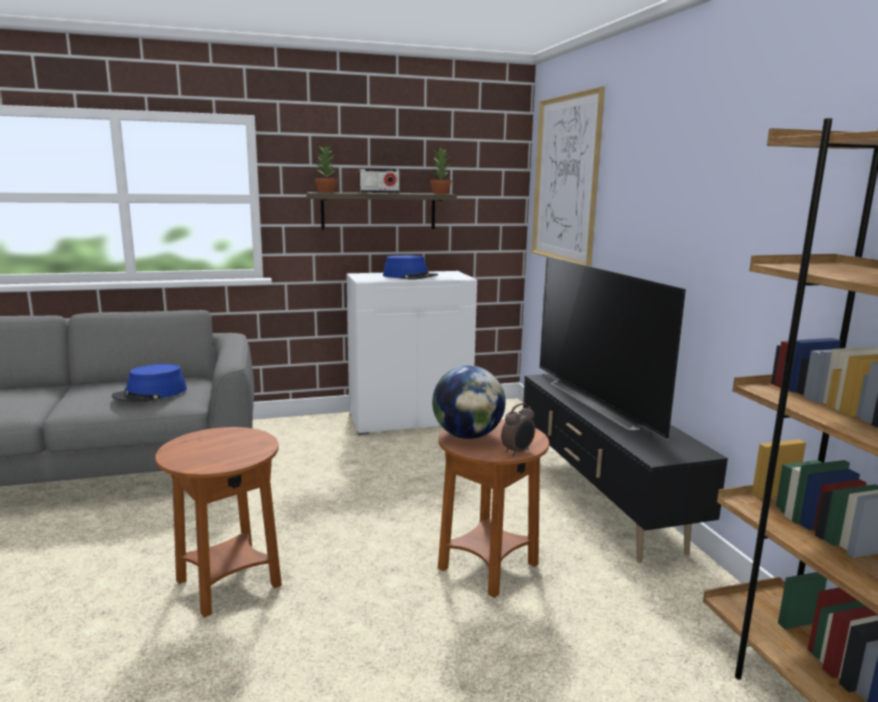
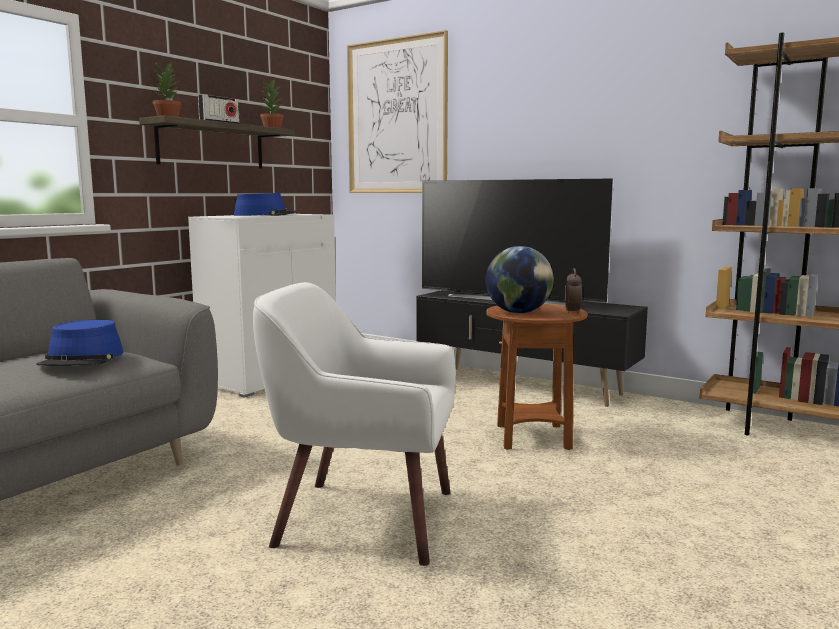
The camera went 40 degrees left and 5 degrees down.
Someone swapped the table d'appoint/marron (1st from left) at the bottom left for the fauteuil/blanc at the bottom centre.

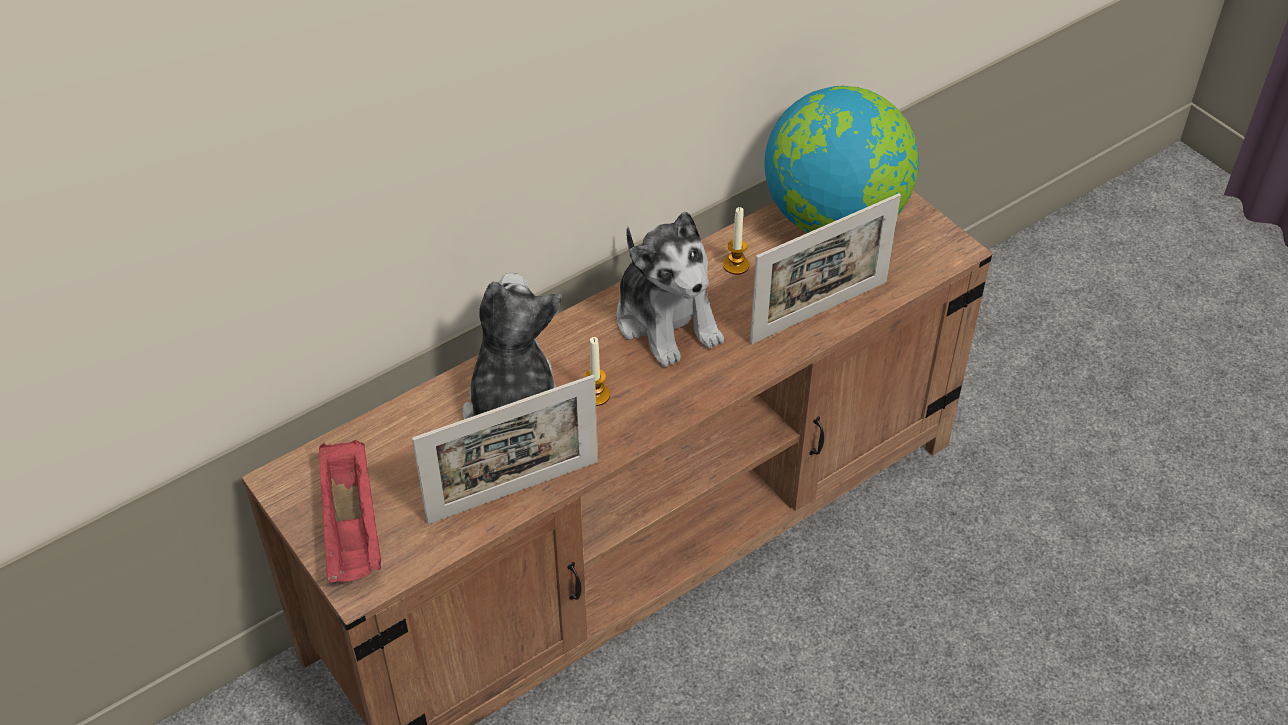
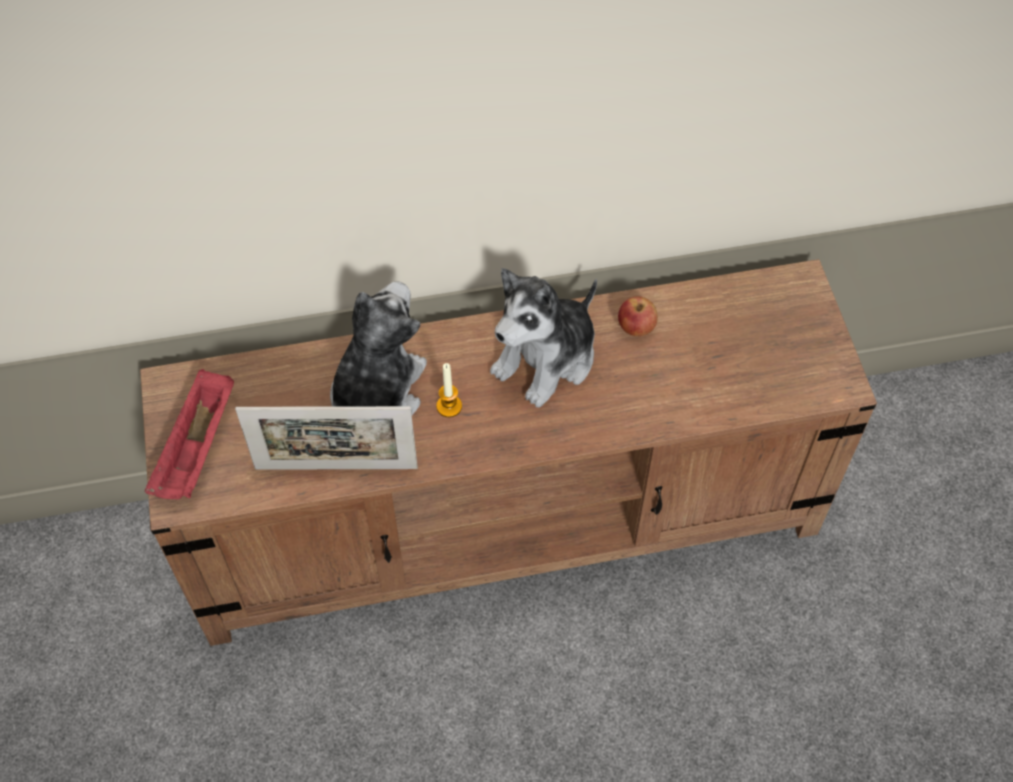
The camera went 25 degrees right and 10 degrees up.
Someone rotated the peluche (2nd from left) at the centre by 45 degrees clockwise.
Someone swapped the bougie (2nd from left) at the top centre for the pomme at the centre.
Someone took away the cadre photo (2nd from left) at the centre.
Someone took away the globe at the top centre.

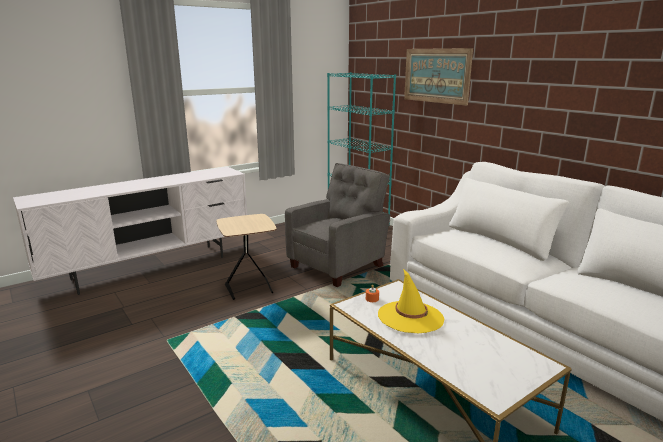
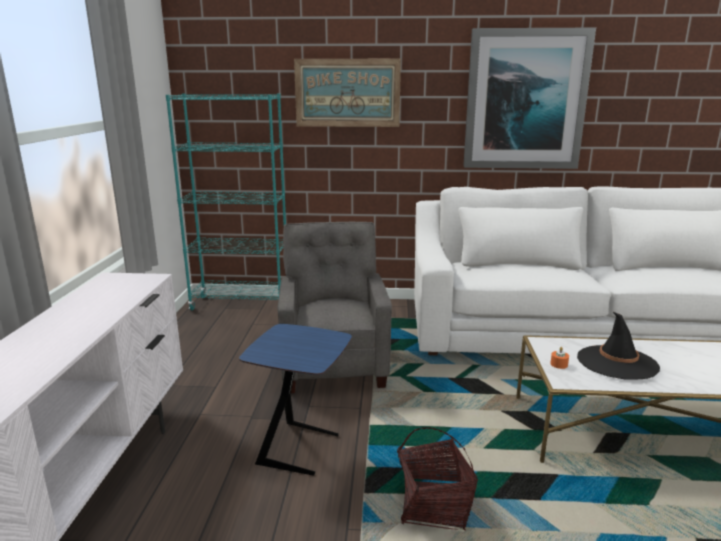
The camera went 50 degrees left and 0 degrees up.
Someone repainted the table d'appoint/beige at the centre, which became the table d'appoint/bleu at the bottom centre.
Someone repainted the chapeau/jaune at the bottom centre, which became the chapeau/noir at the middle right.
Someone put down the panier at the bottom centre.
Someone put up the tableau (2nd from left) at the top right.

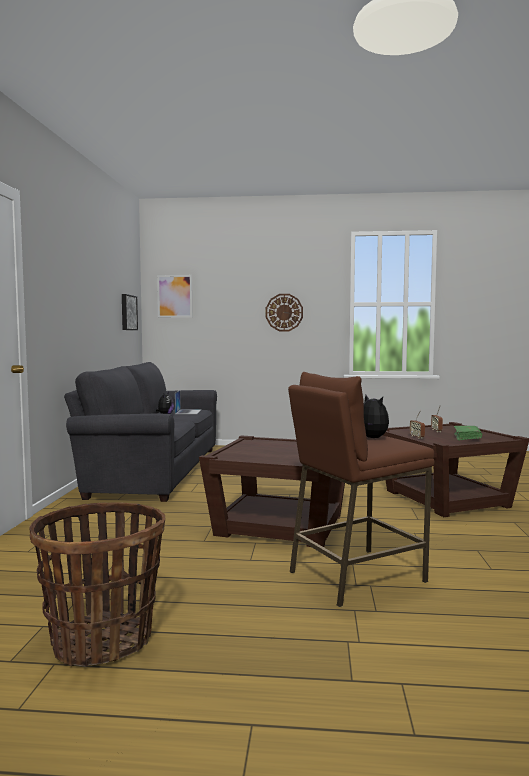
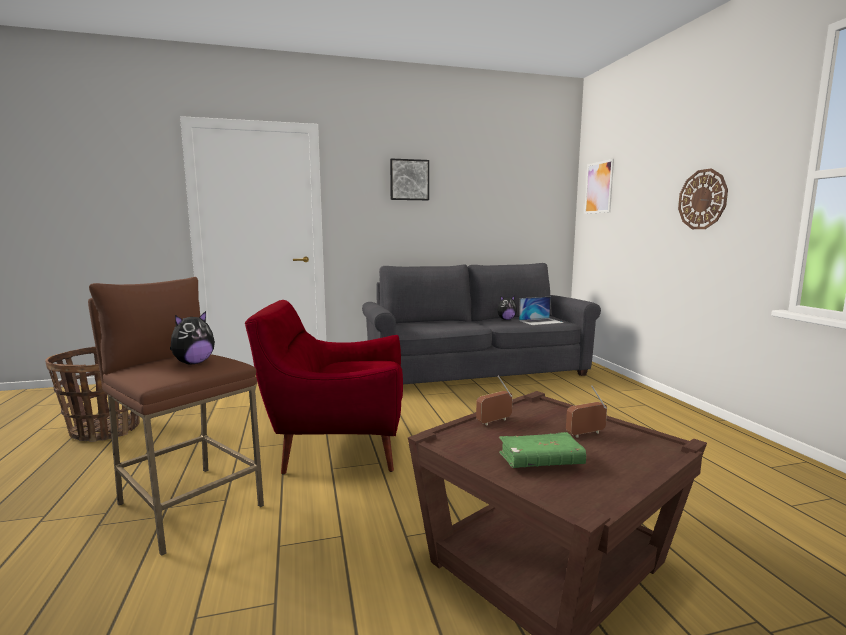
The camera went 70 degrees right and 5 degrees up.
Someone carried the tableau (1st from left) from the middle left to the top centre.
Someone swapped the table d'appoint/marron (1st from left) at the centre for the fauteuil/rouge at the centre.

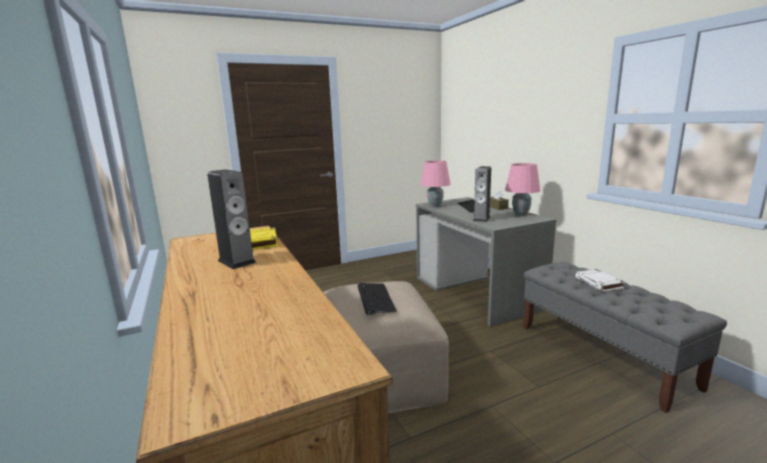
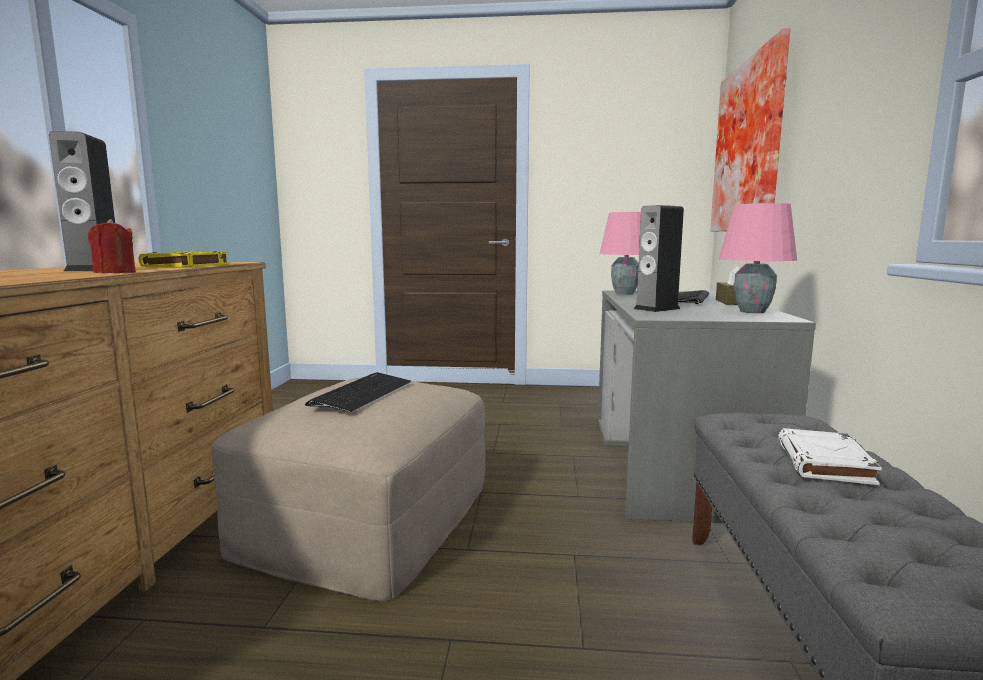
The camera went 30 degrees right and 5 degrees down.
Someone put down the bougie/rouge at the middle left.
Someone put up the tableau at the top right.

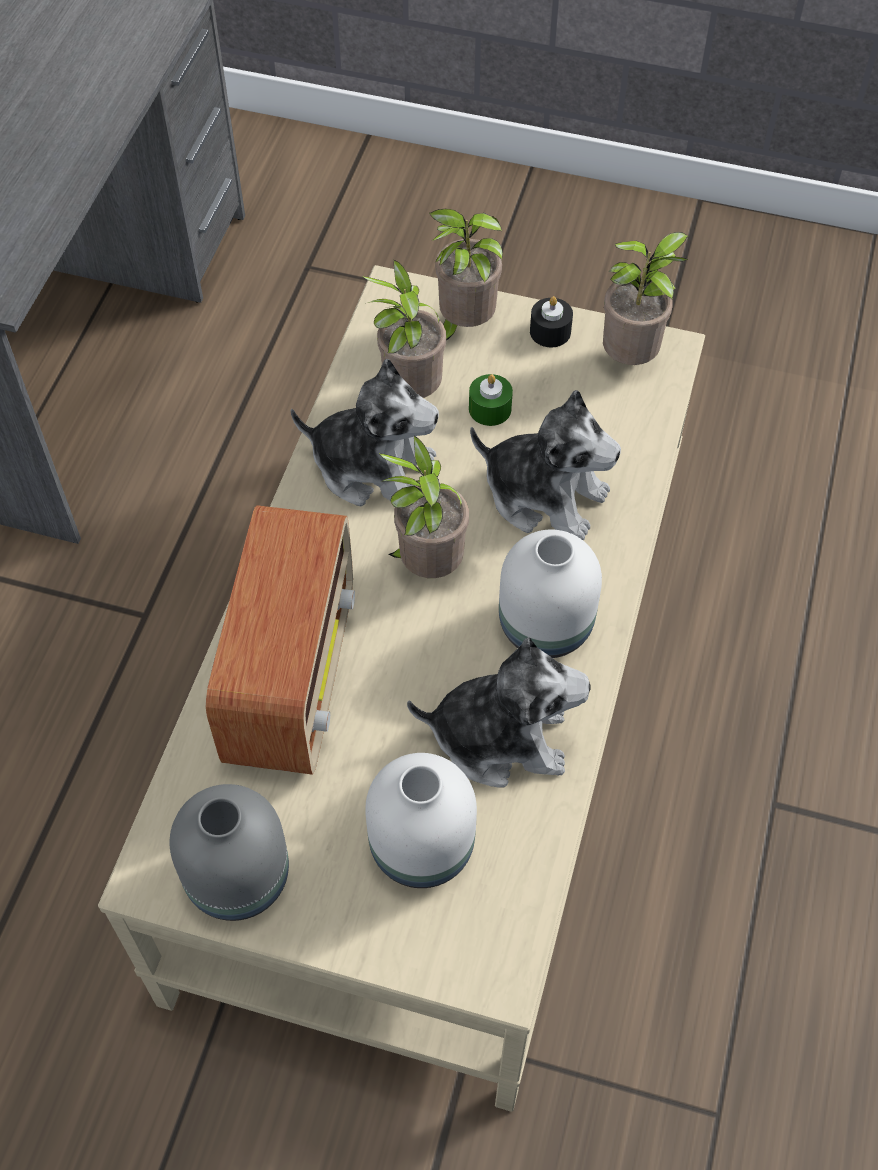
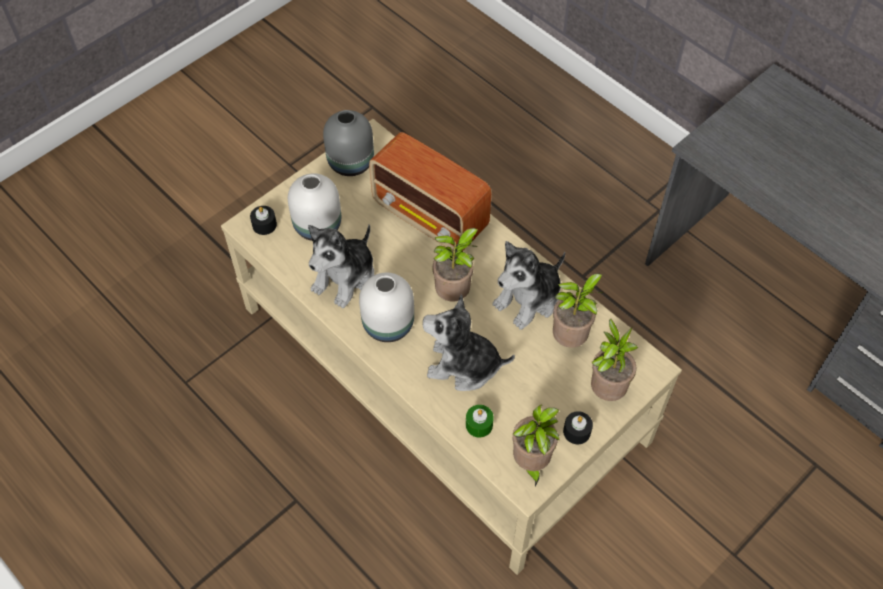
The camera went 120 degrees right and 0 degrees up.
Someone carried the bougie/vert from the centre to the bottom centre.
Someone rotated the peluche (3rd from left in the first image) at the centre by 45 degrees clockwise.
Someone put down the bougie/noir (1st from left) at the middle left.

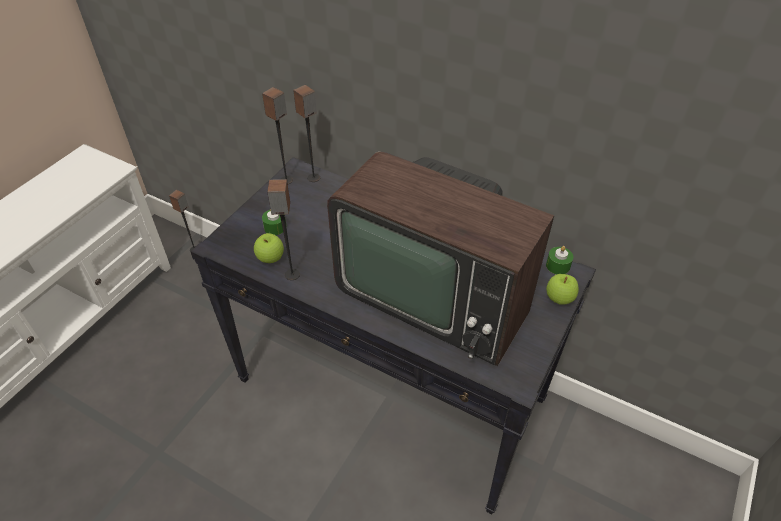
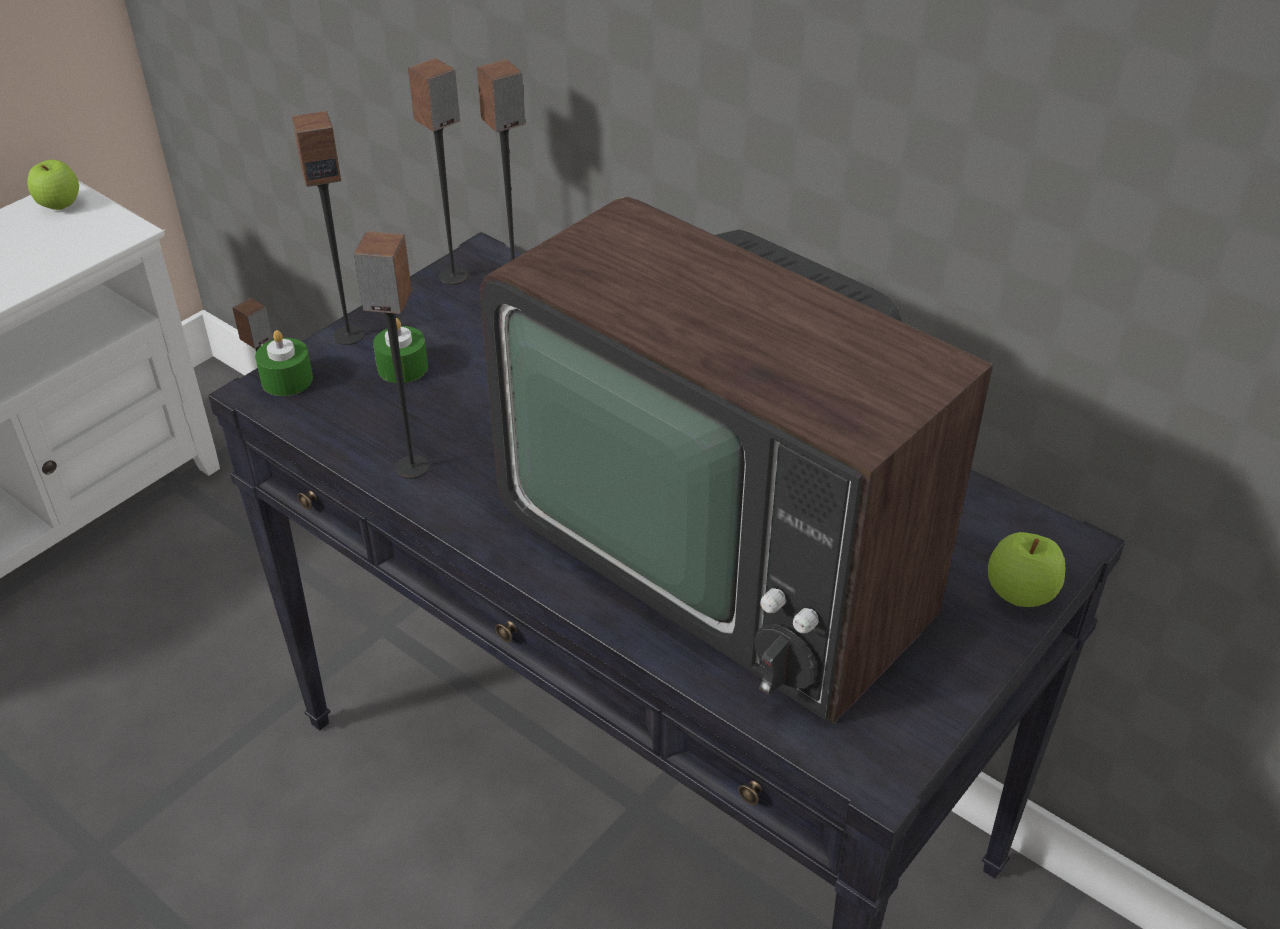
The camera went 10 degrees right and 5 degrees down.
Someone carried the pomme (1st from left) from the centre to the top left.
Someone carried the bougie/vert (2nd from left in the first image) from the middle right to the middle left.
Someone put down the enceinte (2nd from left) at the top left.

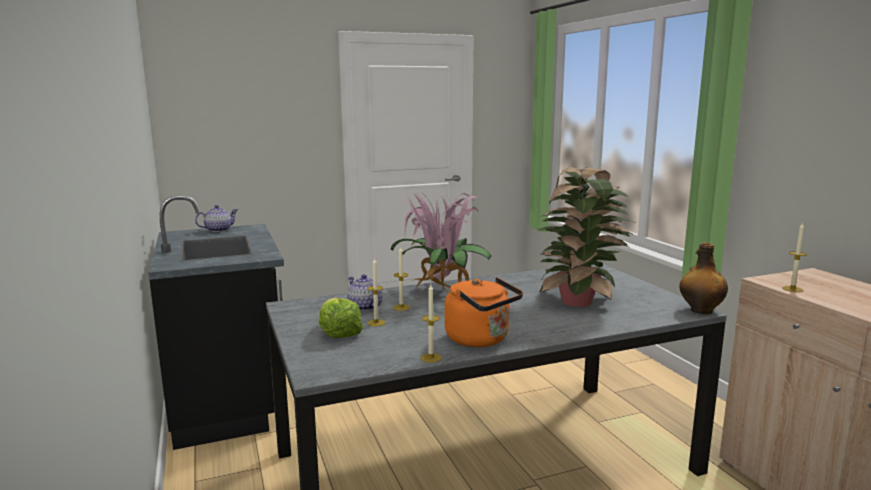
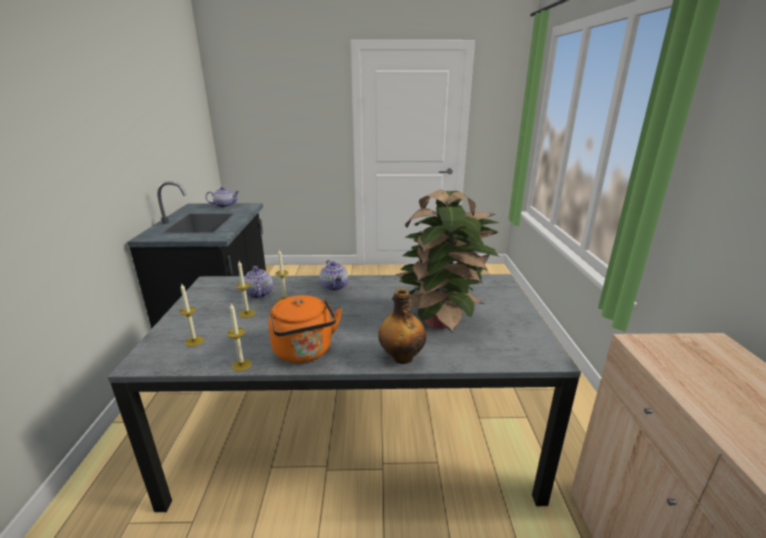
The camera went 20 degrees right and 10 degrees up.
Someone took away the laitue at the centre.
Someone swapped the plante en pot (1st from left) at the centre for the théière (3rd from left) at the centre.
Someone carried the bouteille from the middle right to the centre.
Someone carried the bougie (4th from left in the first image) from the middle right to the middle left.

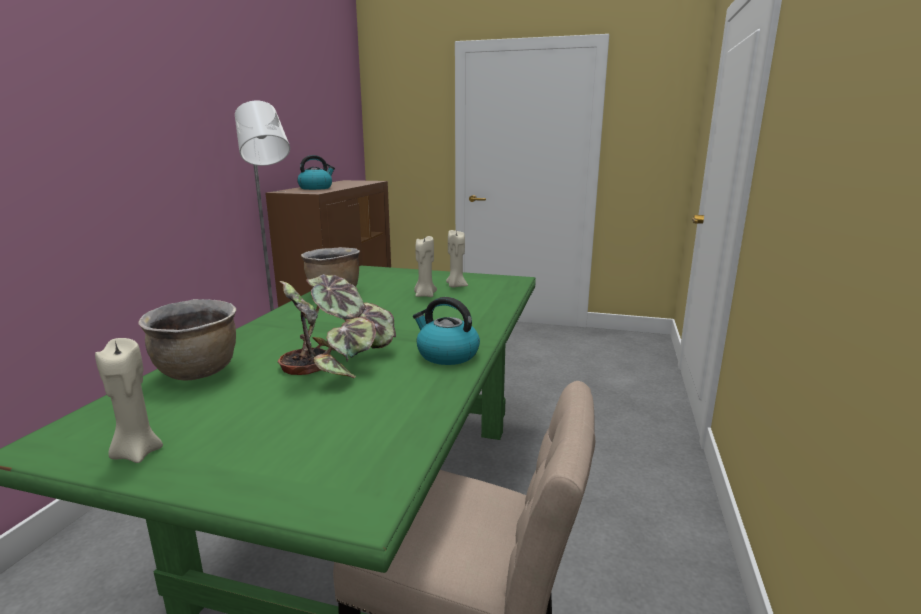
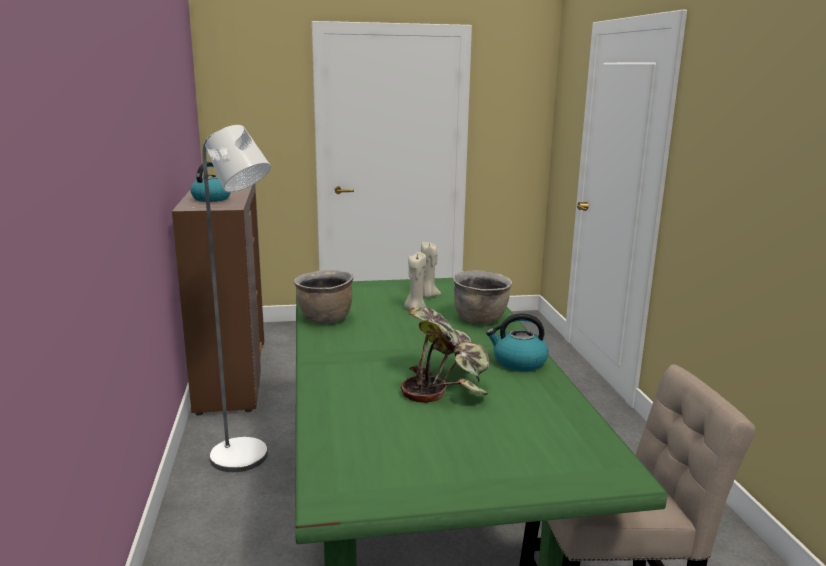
The camera went 25 degrees left and 0 degrees up.
Someone took away the bougie/beige (1st from left) at the middle left.
Someone carried the marmite/marron (1st from left in the first image) from the middle left to the centre.

